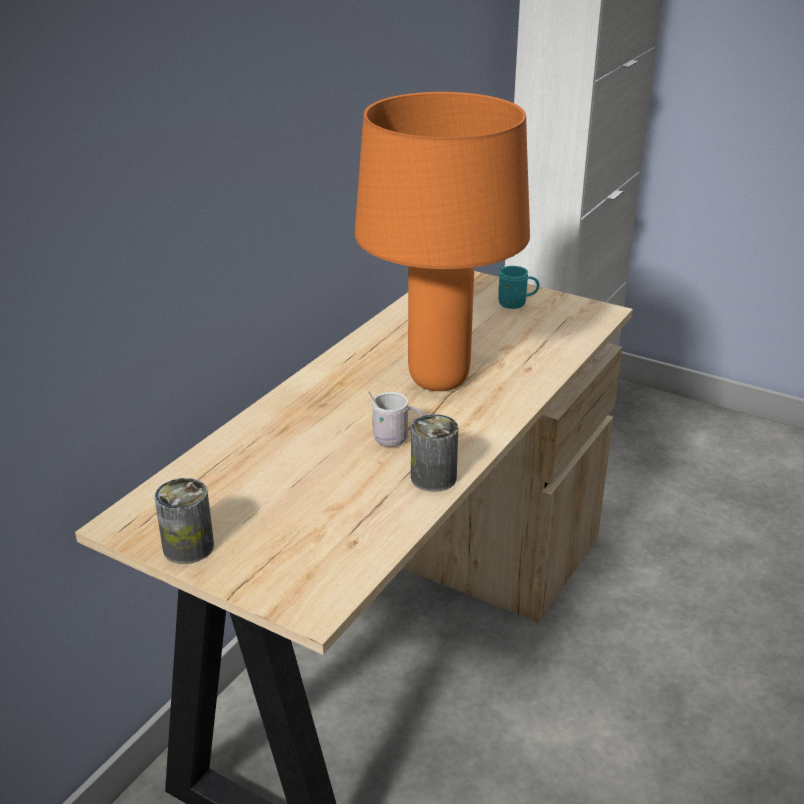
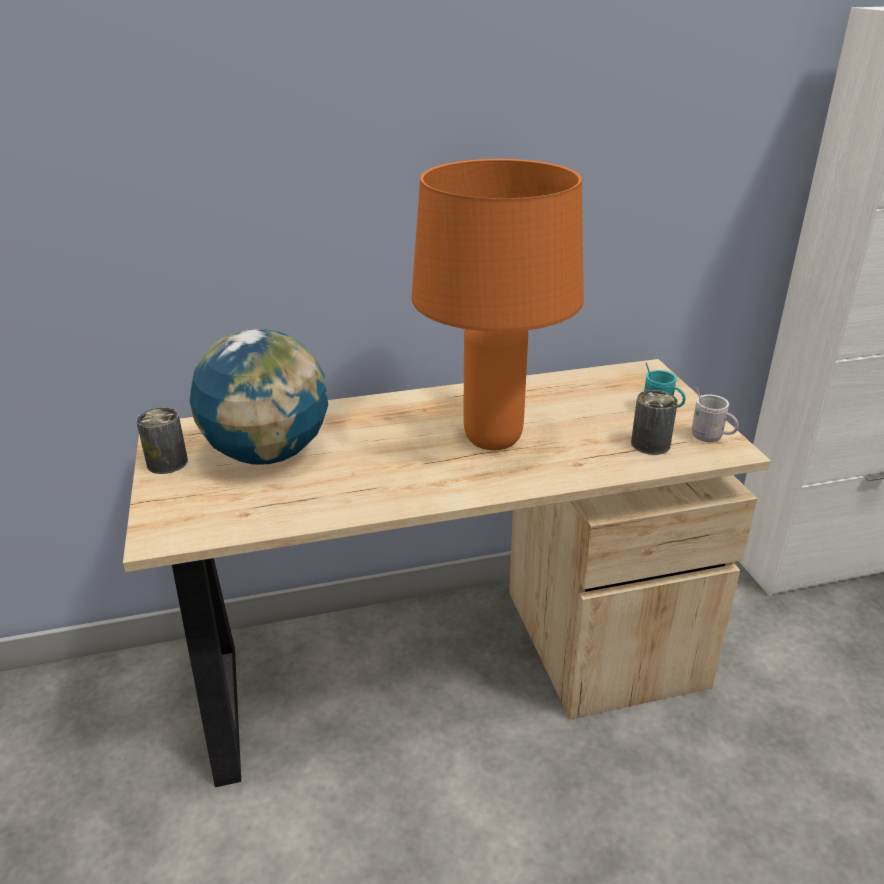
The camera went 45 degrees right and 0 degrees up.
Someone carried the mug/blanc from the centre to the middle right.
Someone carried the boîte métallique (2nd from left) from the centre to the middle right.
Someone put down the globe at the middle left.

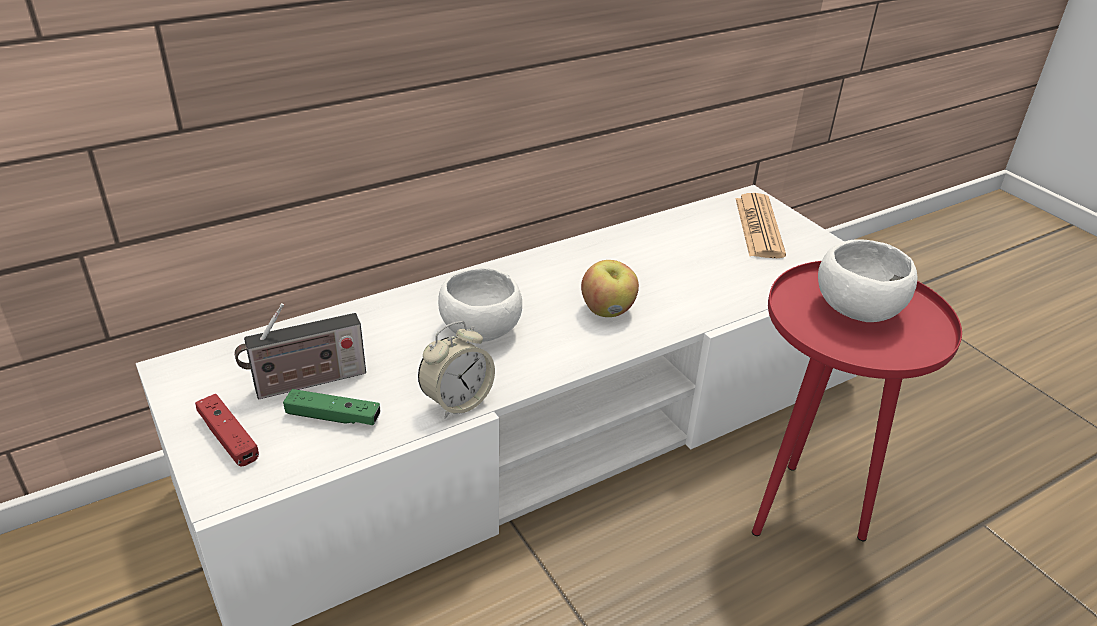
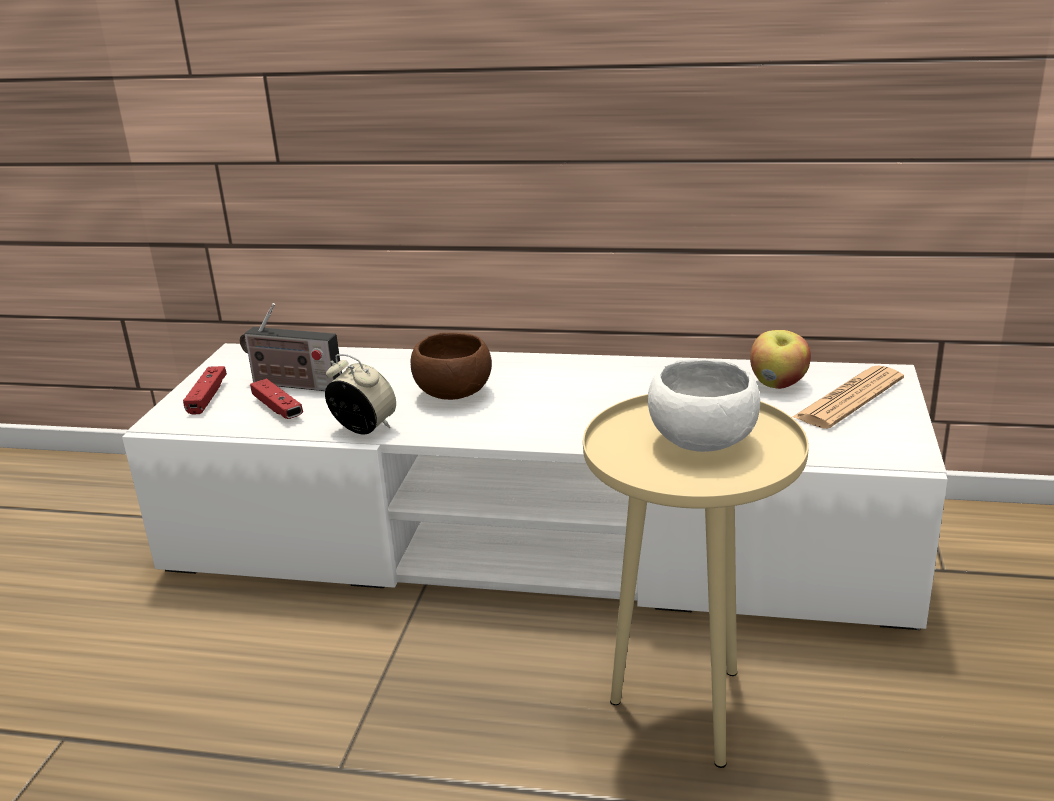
The camera went 45 degrees right and 10 degrees down.
Someone repainted the manette/vert at the middle left, which became the manette/rouge (2nd from left) at the middle left.
Someone rotated the réveil at the centre by 150 degrees counterclockwise.
Someone repainted the bol/blanc (1st from left) at the centre, which became the bol/marron at the centre.
Someone carried the pomme from the centre to the middle right.
Someone repainted the table d'appoint/rouge at the middle right, which became the table d'appoint/beige at the bottom centre.

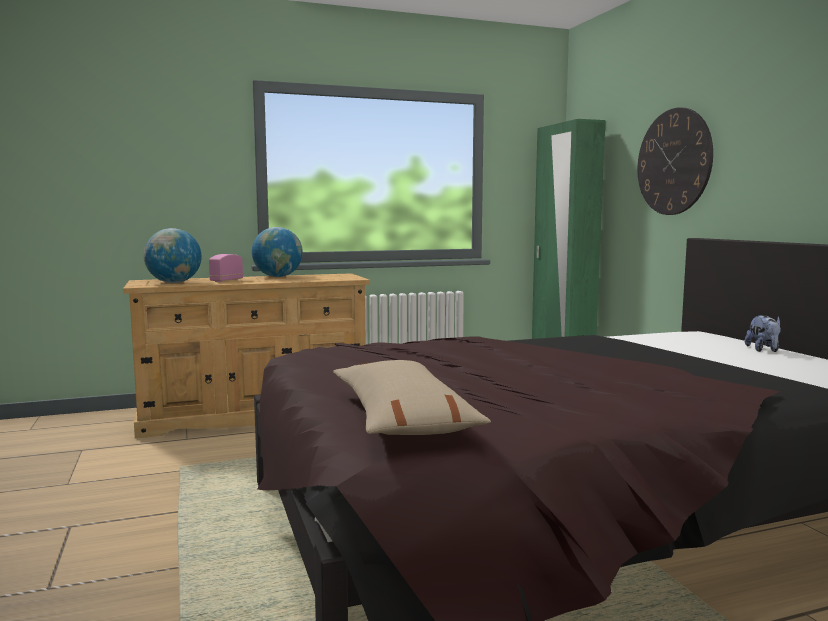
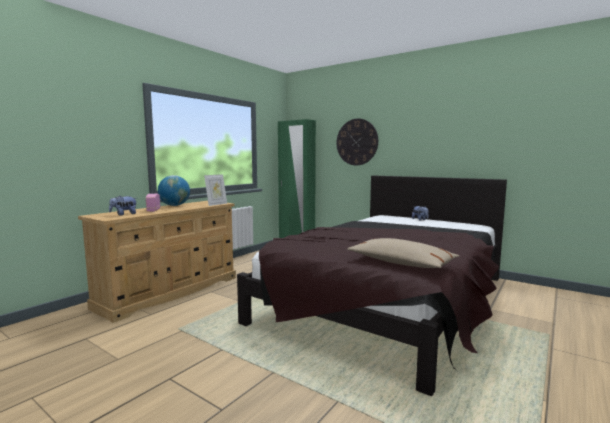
The camera went 35 degrees left and 0 degrees up.
Someone swapped the globe (1st from left) at the middle left for the peluche (1st from left) at the middle left.
Someone put down the cadre photo at the centre.

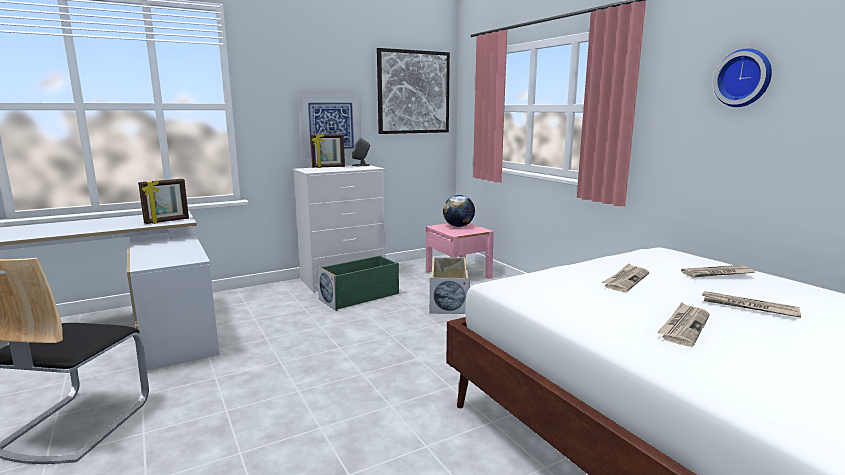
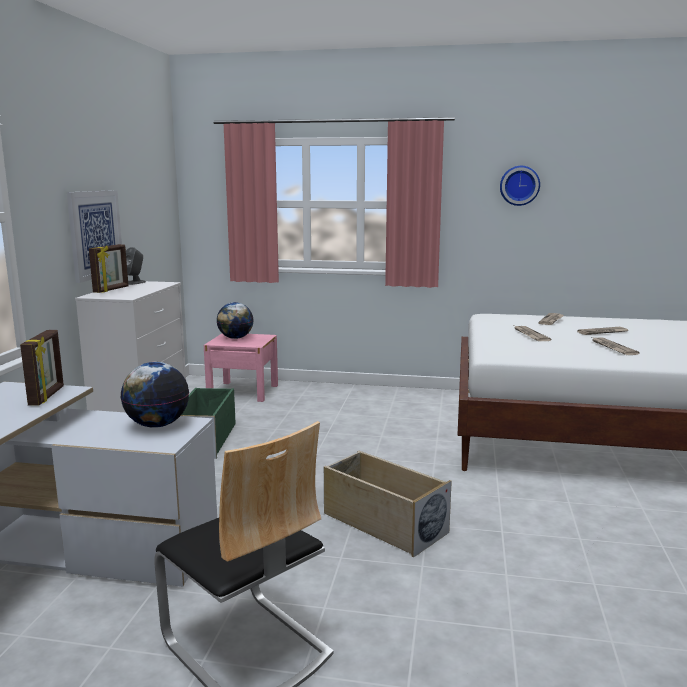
The camera went 50 degrees left and 0 degrees up.
Someone took away the tableau (2nd from left) at the top centre.
Someone carried the boîte de rangement/beige from the centre to the bottom centre.
Someone put down the globe (1st from left) at the middle left.

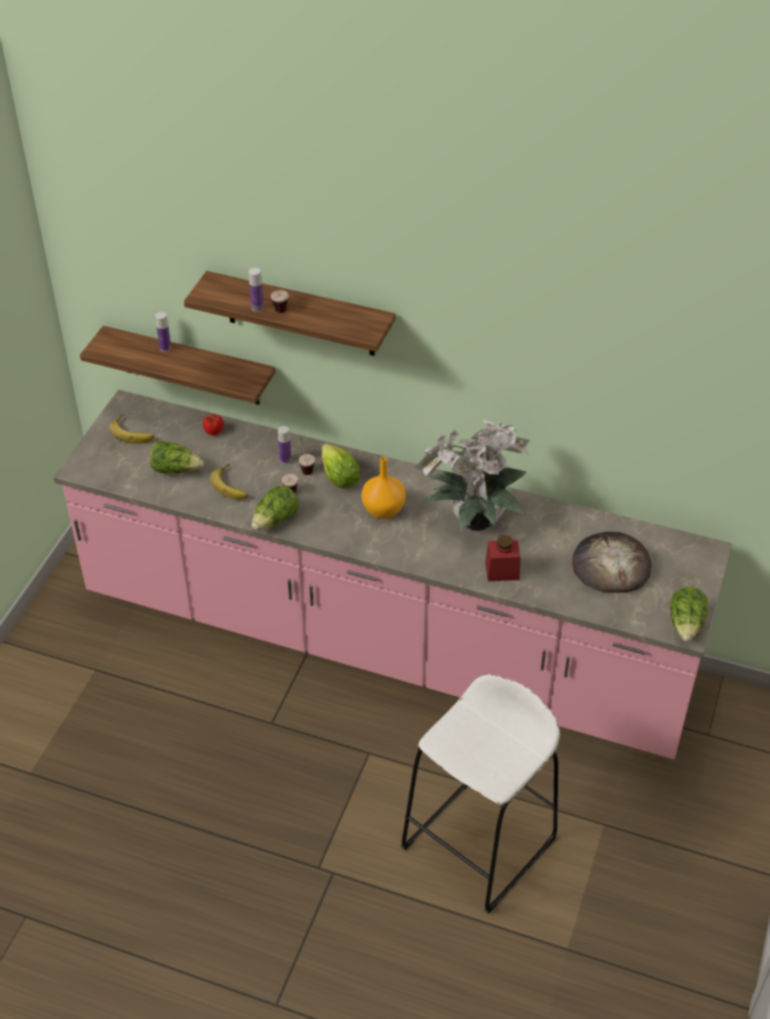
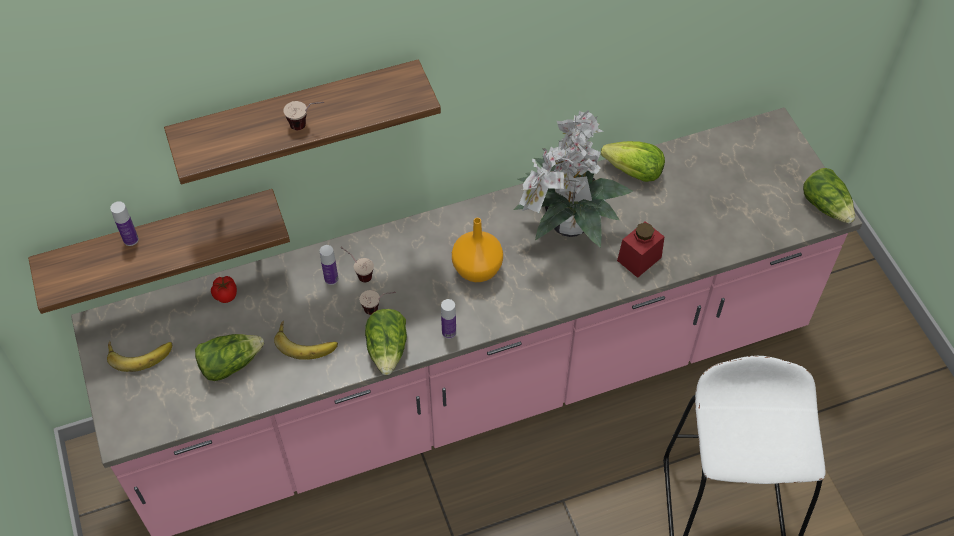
The camera went 40 degrees left and 10 degrees up.
Someone carried the bouteille (2nd from left in the first image) from the top left to the centre.
Someone carried the laitue (3rd from left) from the centre to the top centre.
Someone took away the pain at the middle right.

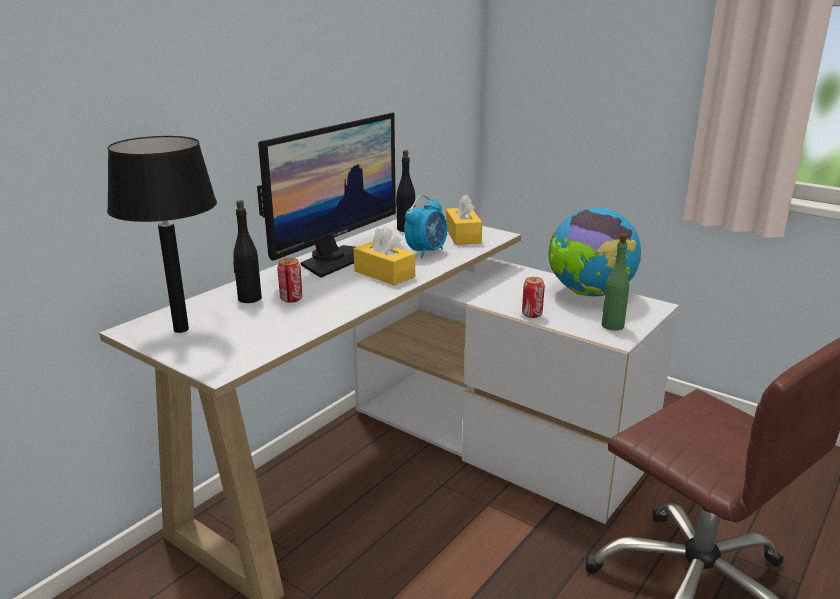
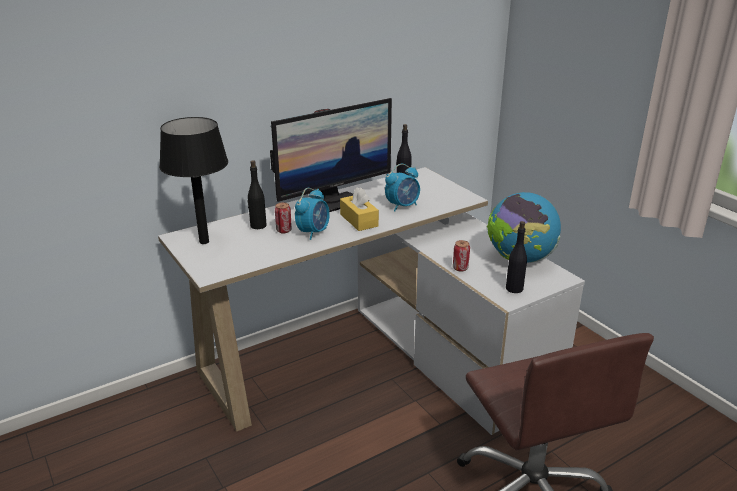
The camera went 20 degrees right and 5 degrees up.
Someone took away the boîte à mouchoirs/jaune (2nd from left) at the centre.
Someone repainted the bouteille/vert at the middle right, which became the bouteille/noir (3rd from left) at the middle right.
Someone put down the réveil (1st from left) at the centre.

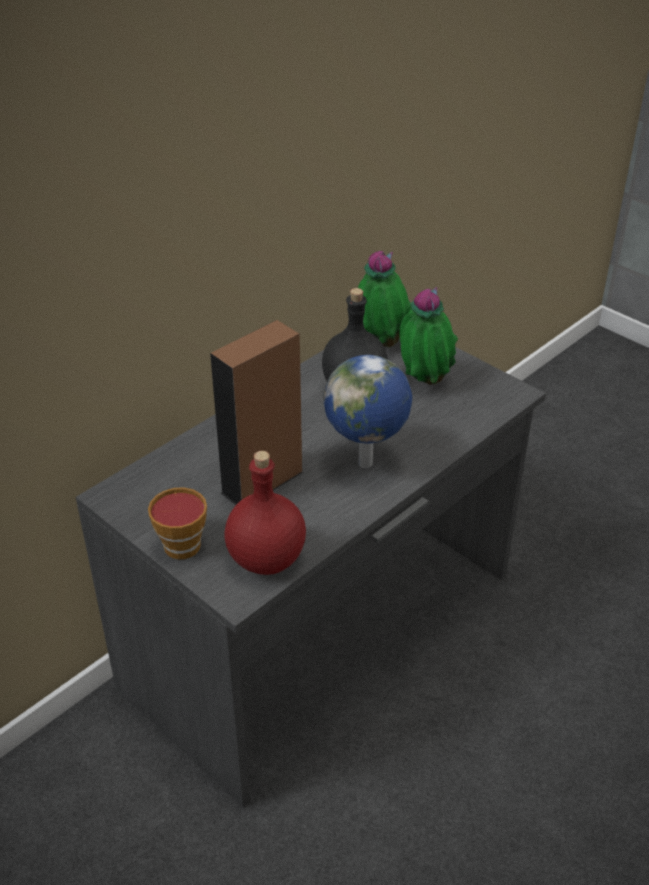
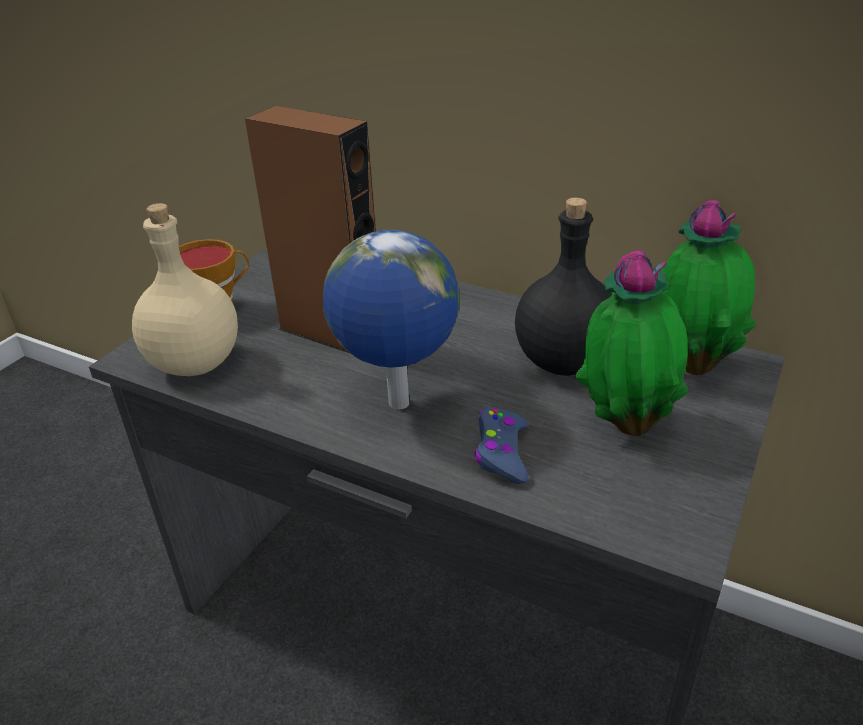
The camera went 75 degrees right and 5 degrees down.
Someone repainted the bouteille/rouge at the centre, which became the bouteille/beige at the middle left.
Someone put down the manette/bleu at the centre.

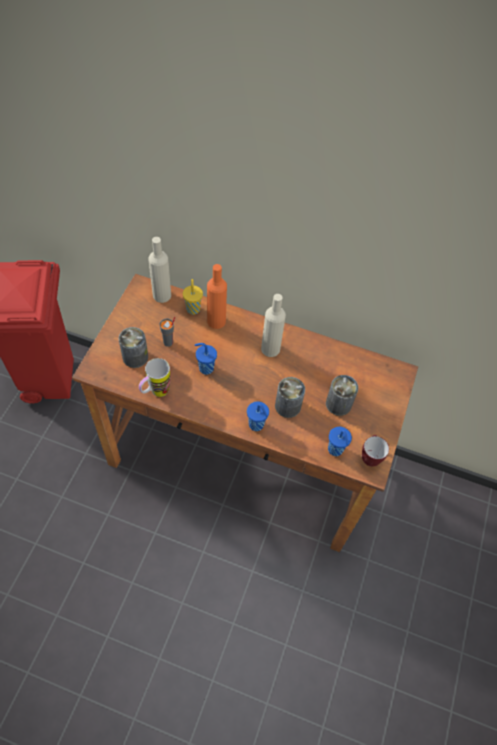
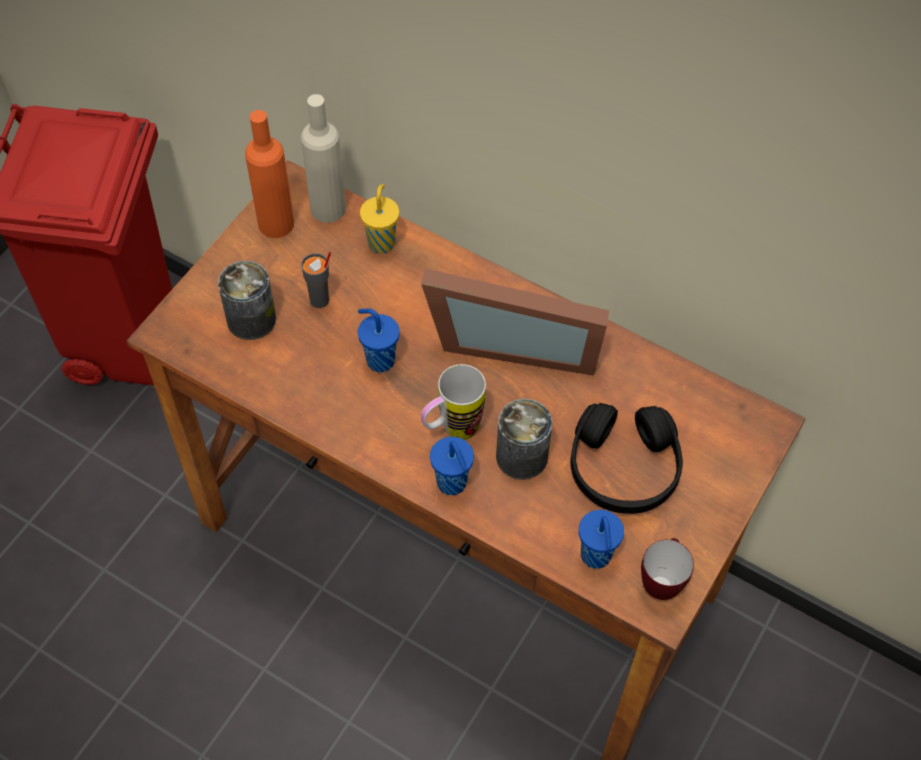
The camera went 15 degrees right and 0 degrees up.
Someone carried the mug (1st from left) from the middle left to the centre.
Someone carried the bouteille/orange from the centre to the top left.
Someone swapped the bouteille/beige (2nd from left) at the centre for the cadre photo at the centre.
Someone swapped the boîte métallique (3rd from left) at the middle right for the casque audio/noir at the middle right.

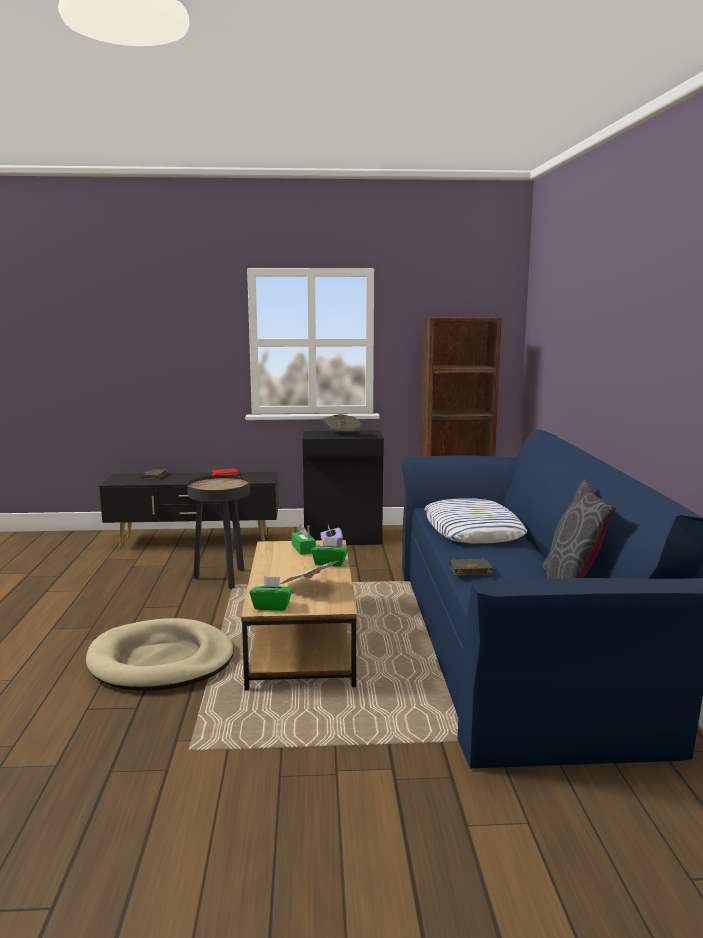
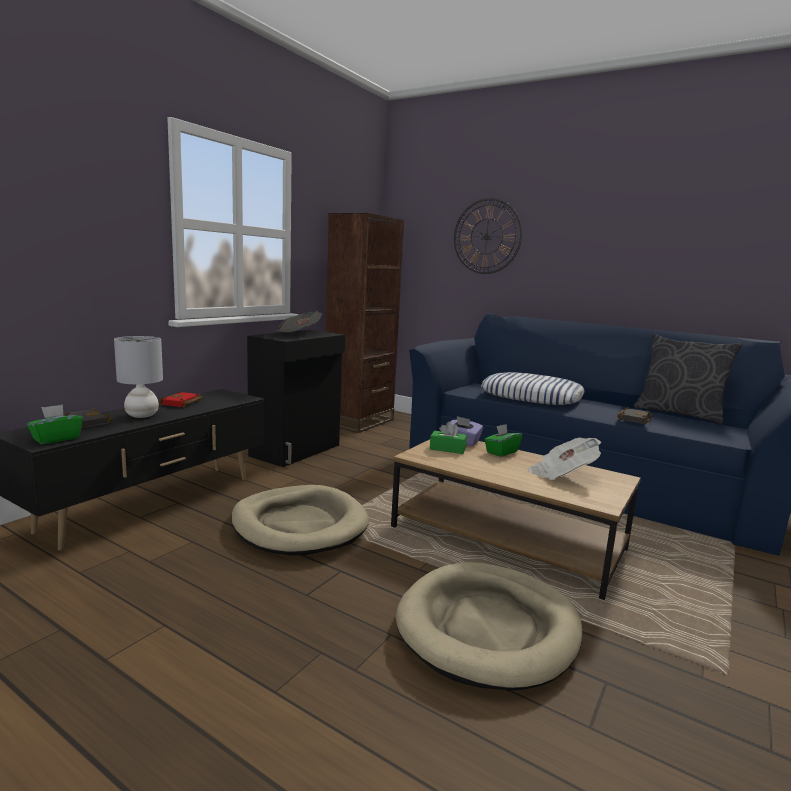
The camera went 55 degrees left and 0 degrees up.
Someone swapped the table d'appoint/noir at the middle left for the panier pour chien/beige (1st from left) at the centre.
Someone carried the boîte à mouchoirs/vert (1st from left) from the centre to the middle left.
Someone put down the lampe de table/gris at the middle left.
Someone put up the horloge murale at the top centre.

